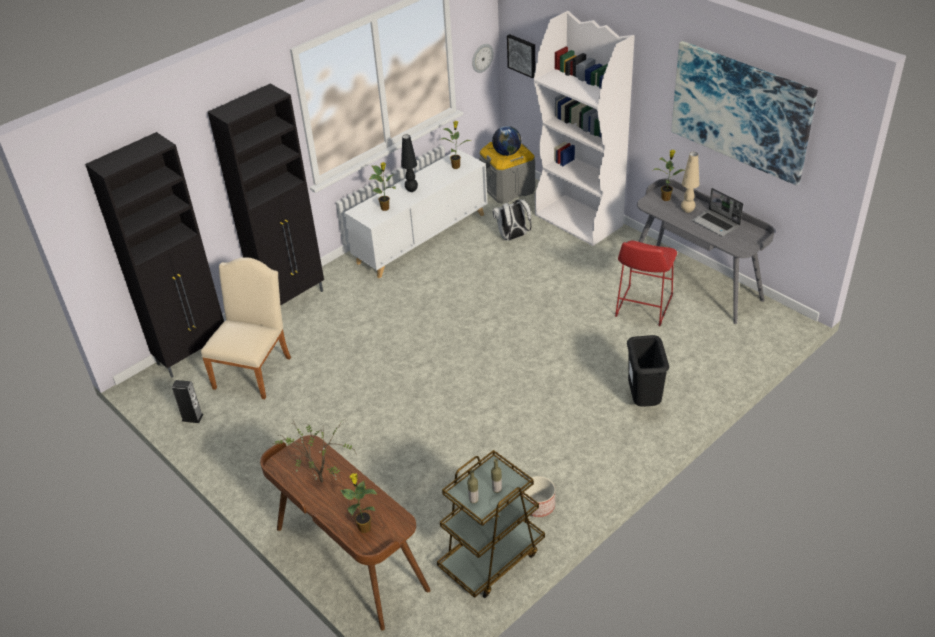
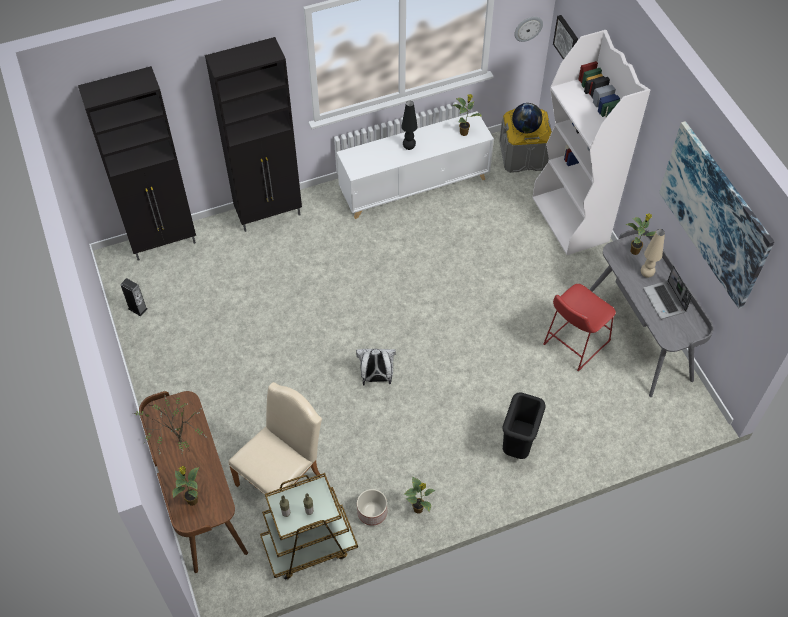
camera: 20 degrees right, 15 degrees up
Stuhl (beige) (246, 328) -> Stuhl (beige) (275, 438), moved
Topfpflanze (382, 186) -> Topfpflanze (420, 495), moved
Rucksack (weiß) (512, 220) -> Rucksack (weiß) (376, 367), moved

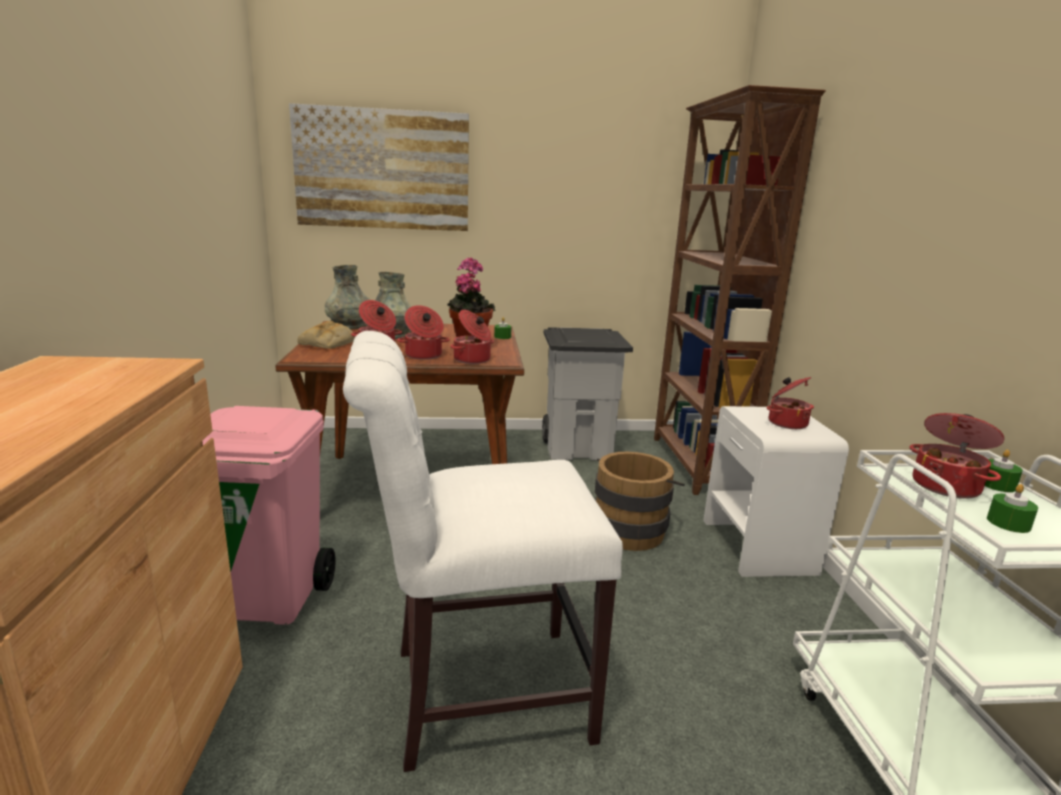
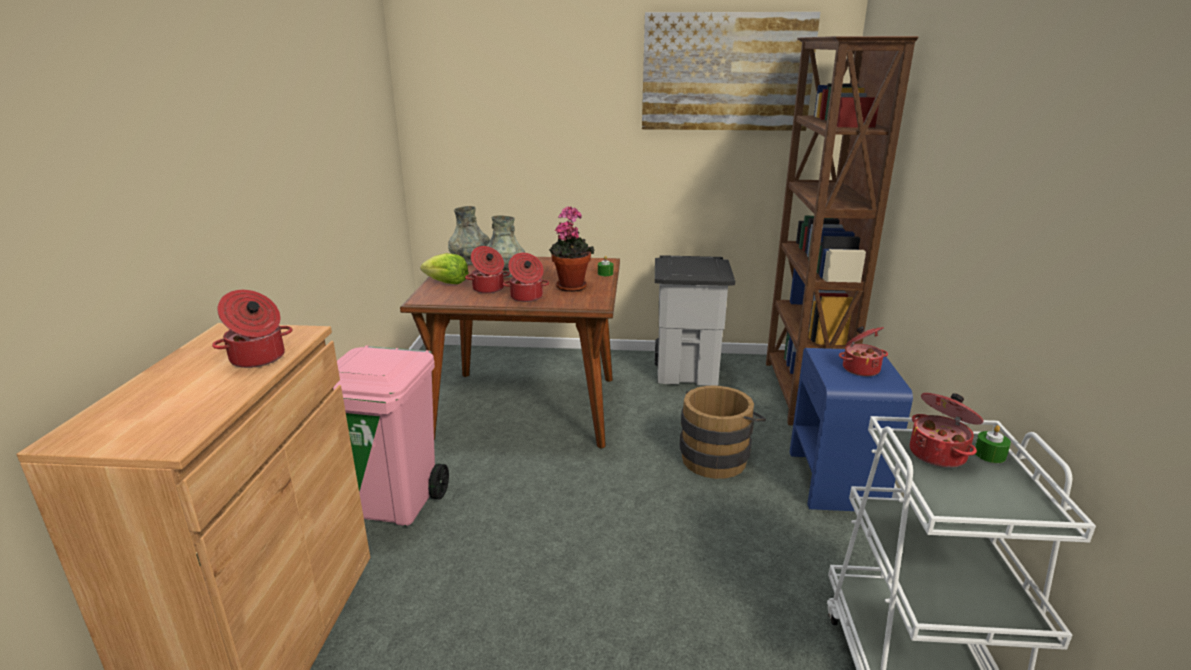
camera: 10 degrees right, 5 degrees up
Stuhl (weiß) (483, 551) -> none
Kerze (grün) (1012, 508) -> none
Bild (379, 167) -> Bild (731, 71), moved
Kochtopf (472, 337) -> Kochtopf (252, 329), moved
Brot (326, 335) -> Salatkopf (444, 268)
Nachttisch (weiß) (776, 491) -> Nachttisch (blau) (851, 429)

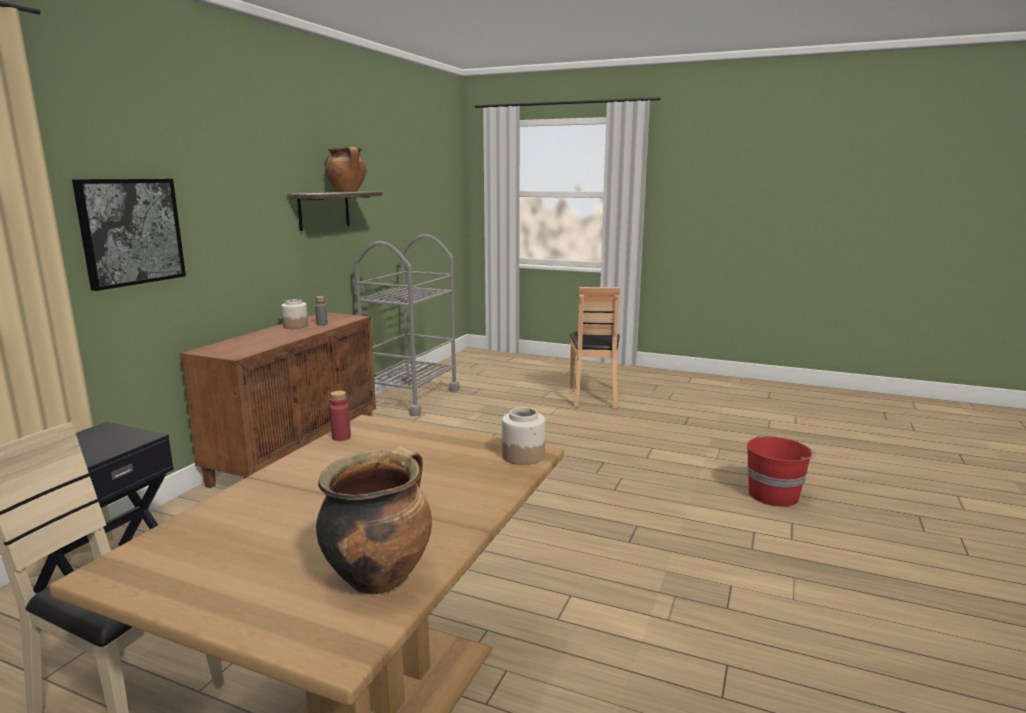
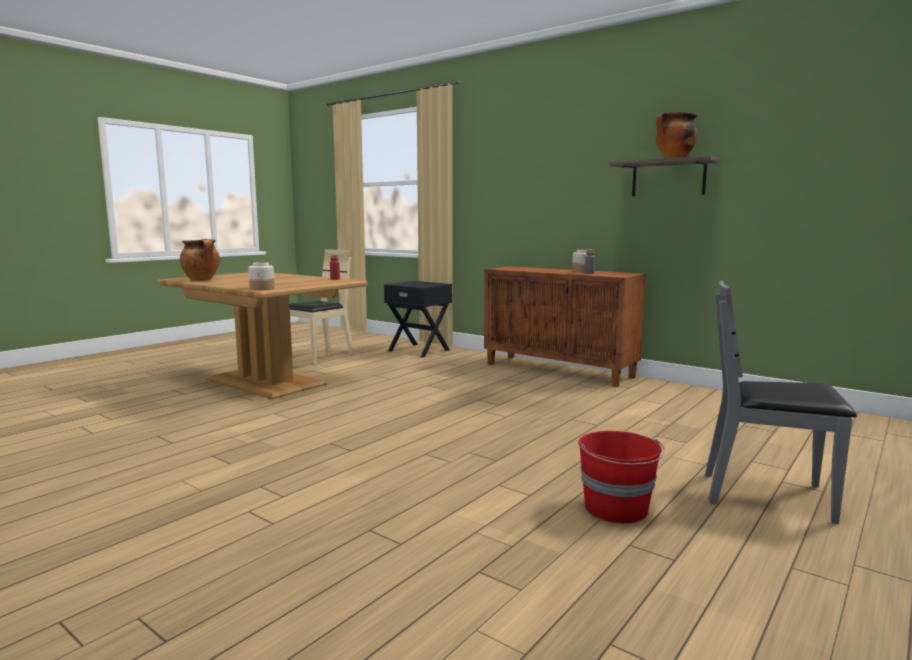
camera: 105 degrees right, 5 degrees down
Bild (129, 235) -> none
Rollwagen (grau) (407, 325) -> none
Eimer (rot) (781, 471) -> Eimer (rot) (621, 477), moved
Stuhl (braun) (595, 347) -> Stuhl (grau) (781, 402)

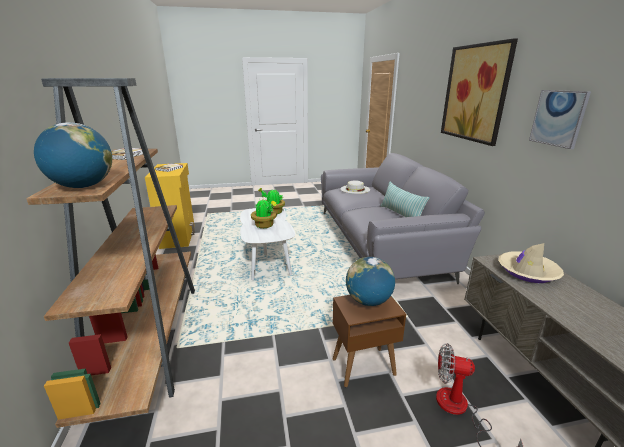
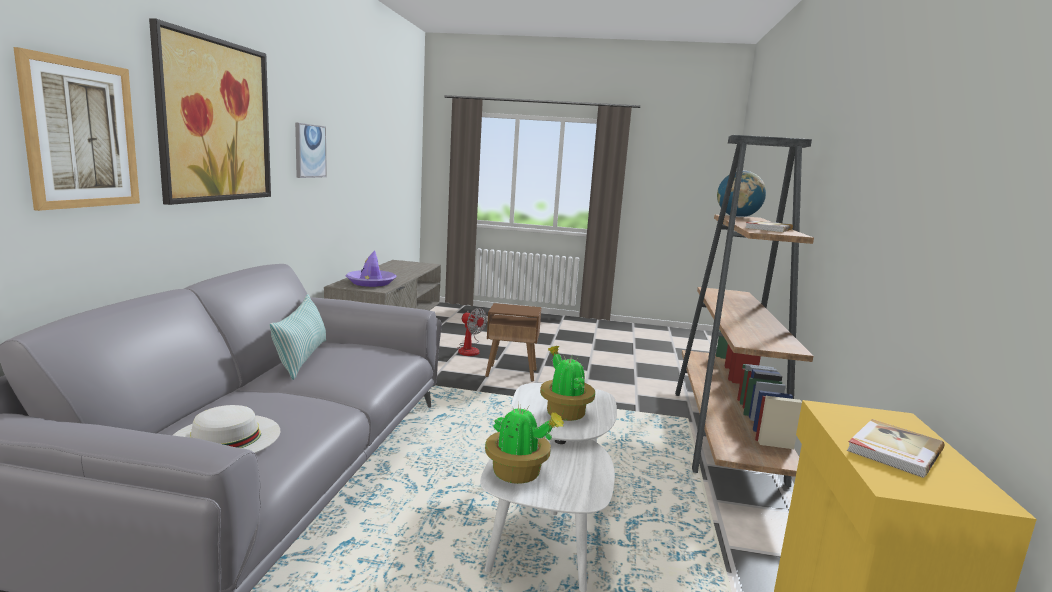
camera: 160 degrees left, 10 degrees down
Globus (370, 281) -> none
none -> Bild (76, 129)
Hut (beige) (531, 263) -> Hut (lila) (371, 268)

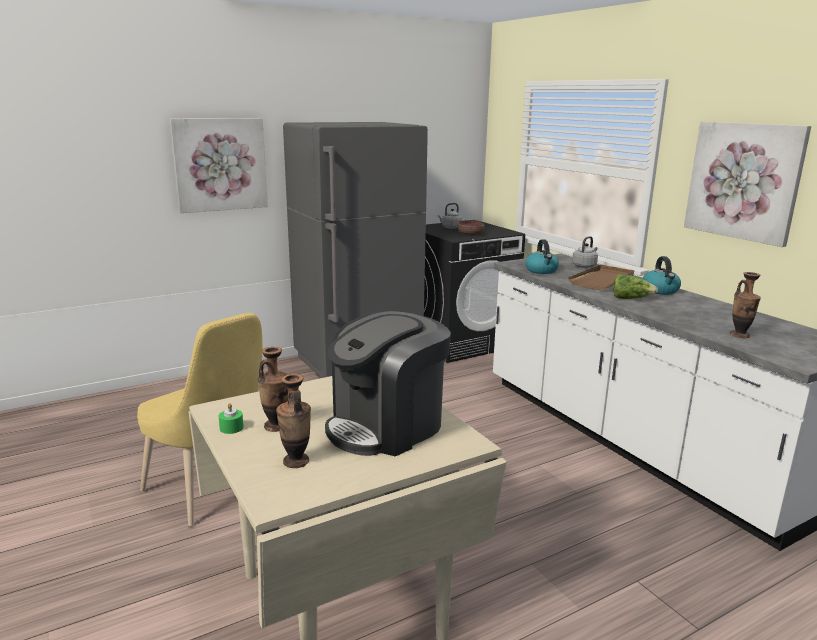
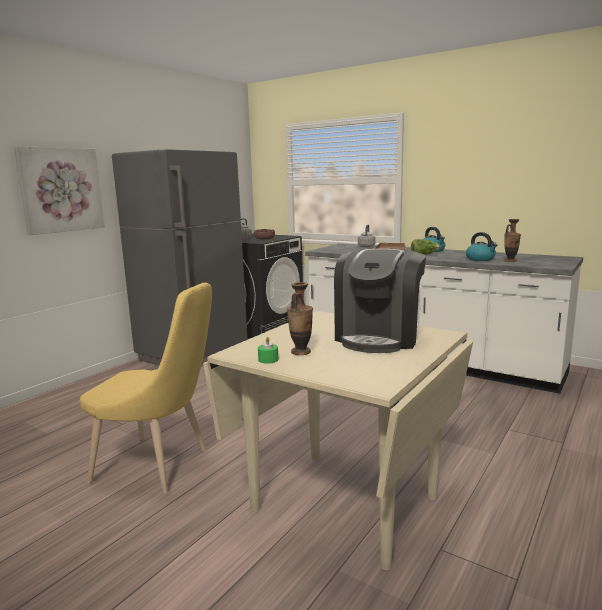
camera: 25 degrees left, 5 degrees down
Vase (293, 421) -> none
Bild (747, 184) -> none
Wasserkessel (542, 256) -> Wasserkessel (481, 246), moved

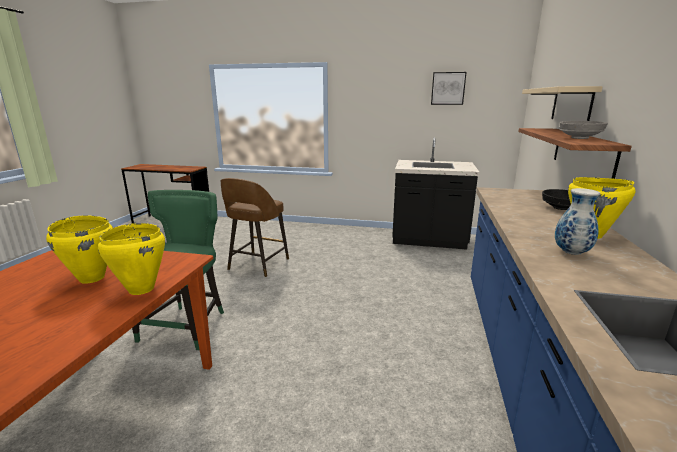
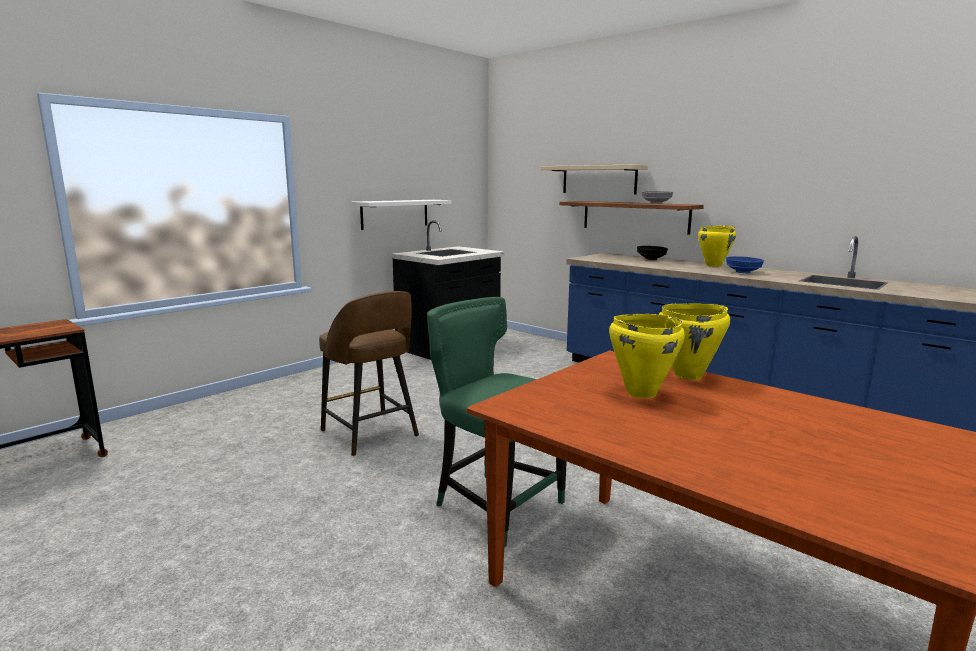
camera: 60 degrees left, 5 degrees down
Bild (448, 88) -> none
none -> Wandregal (weiß) (401, 215)
Vase (577, 221) -> Schüssel (blau) (745, 264)

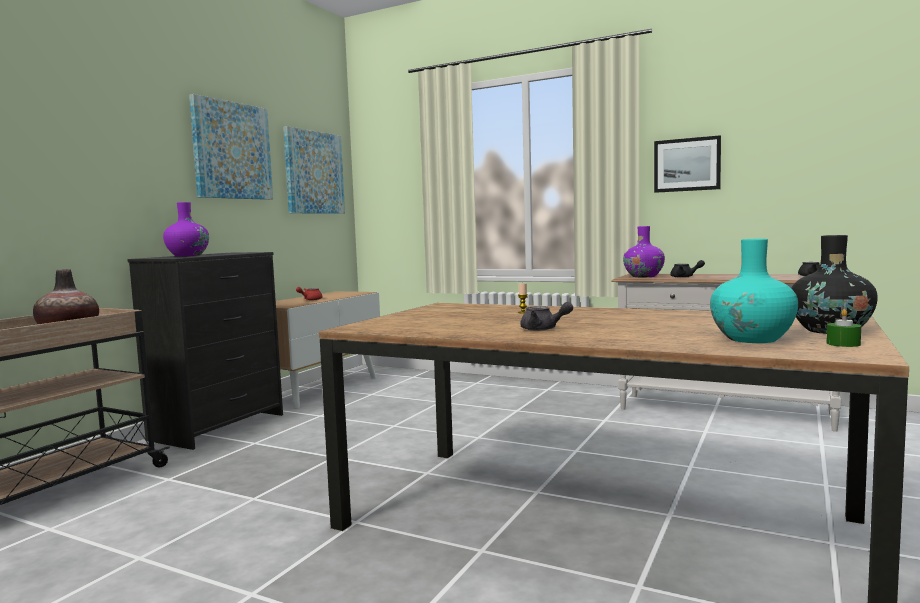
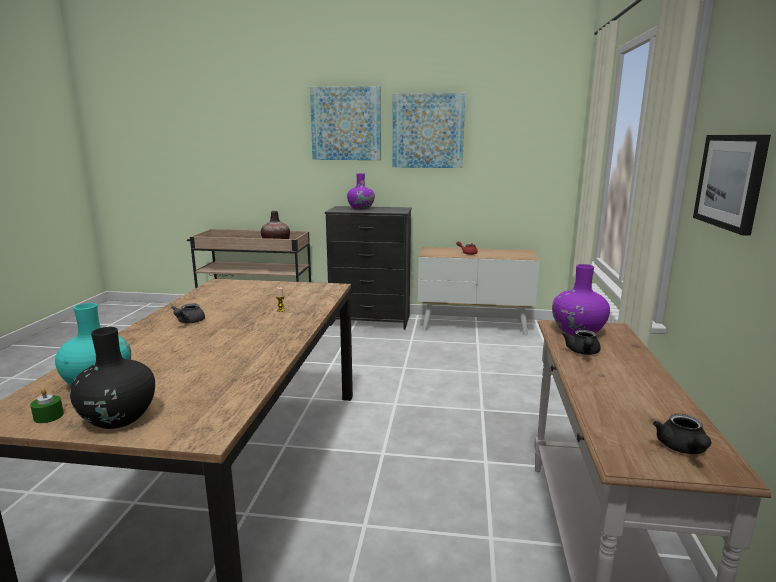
camera: 70 degrees right, 10 degrees up
Bild (314, 170) -> Bild (345, 123), moved

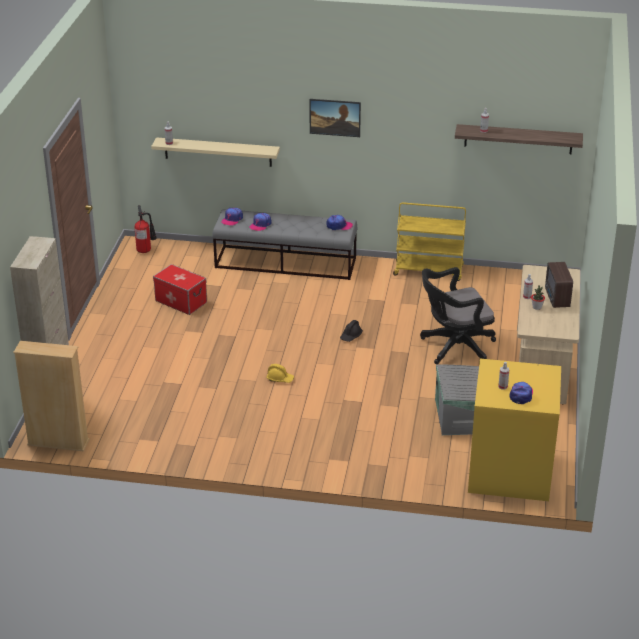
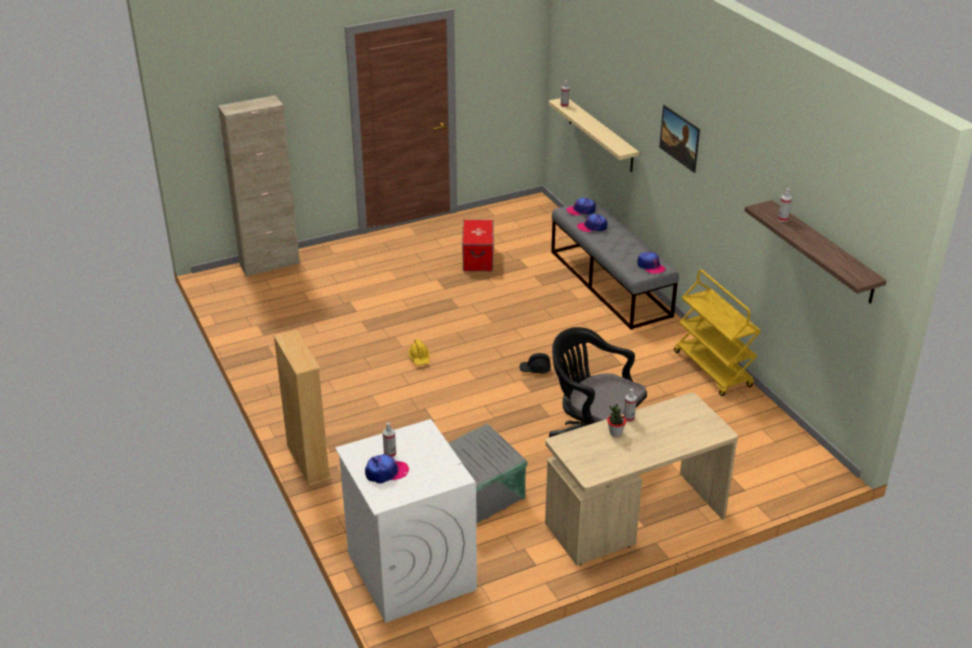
camera: 55 degrees right, 0 degrees up
Feuerlöscher (146, 229) -> none
Radio (559, 285) -> none
Bücherregal (beige) (51, 396) -> Bücherregal (beige) (302, 408), moved
Waschmaschine (gelb) (514, 429) -> Waschmaschine (weiß) (406, 521)

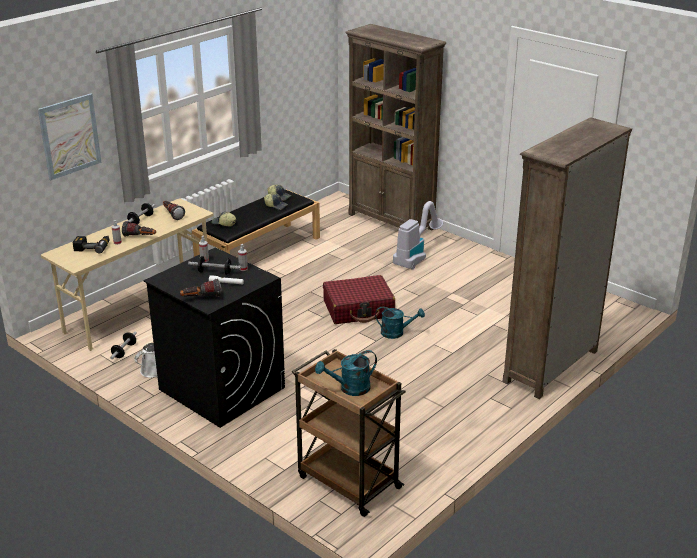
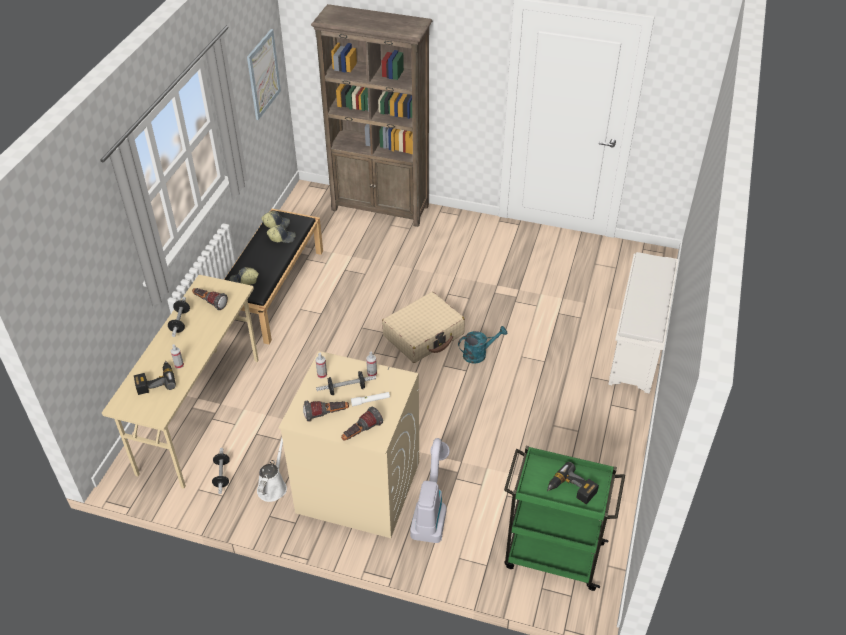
camera: 25 degrees left, 15 degrees up
Bild (70, 136) -> Bild (264, 74), moved
Taschenlampe (139, 229) -> Taschenlampe (326, 411), moved
Staubsauger (418, 235) -> Staubsauger (430, 490), moved
Gießkanne (türkis) (346, 373) -> Bohrmaschine (573, 483)
Bücherregal (braun) (567, 258) -> Schuhregal (weiß) (643, 323)
Waschmaschine (schwarz) (214, 337) -> Waschmaschine (beige) (348, 444)
Rollwagen (braun) (349, 433) -> Rollwagen (grün) (564, 518)
Koffer (rot) (359, 299) -> Koffer (beige) (423, 327)

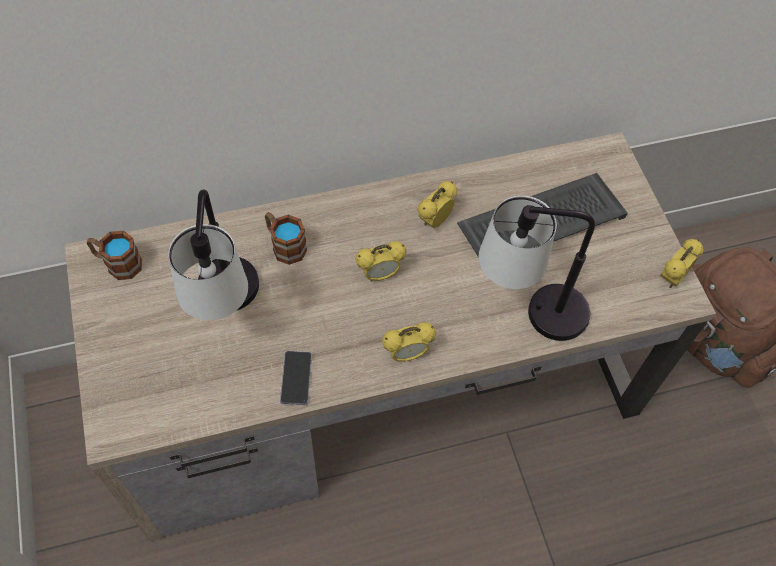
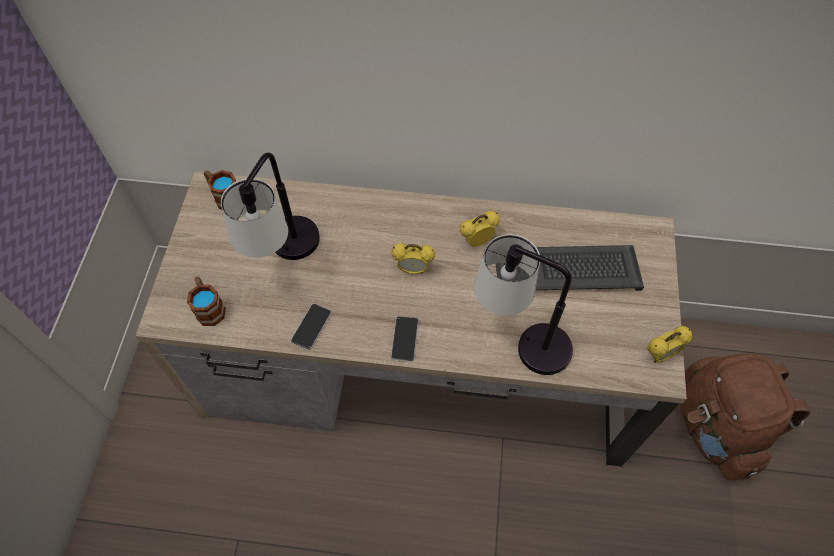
camera: 25 degrees right, 0 degrees up
Henkelbecher (286, 238) -> Henkelbecher (206, 301), moved
Wecker (409, 342) -> Handy (405, 339)

